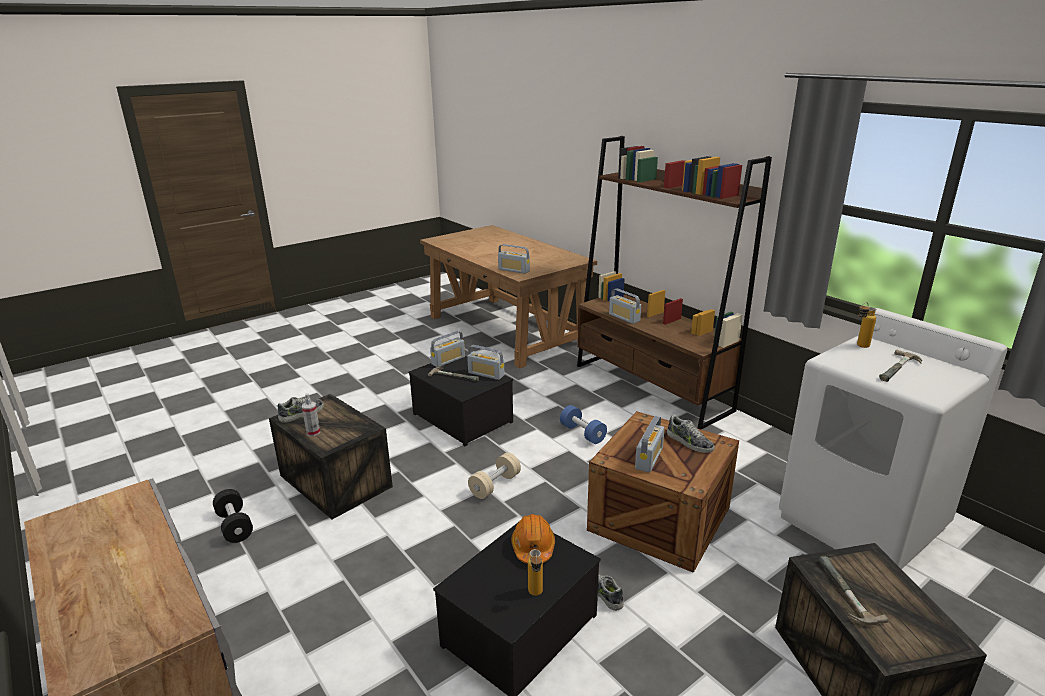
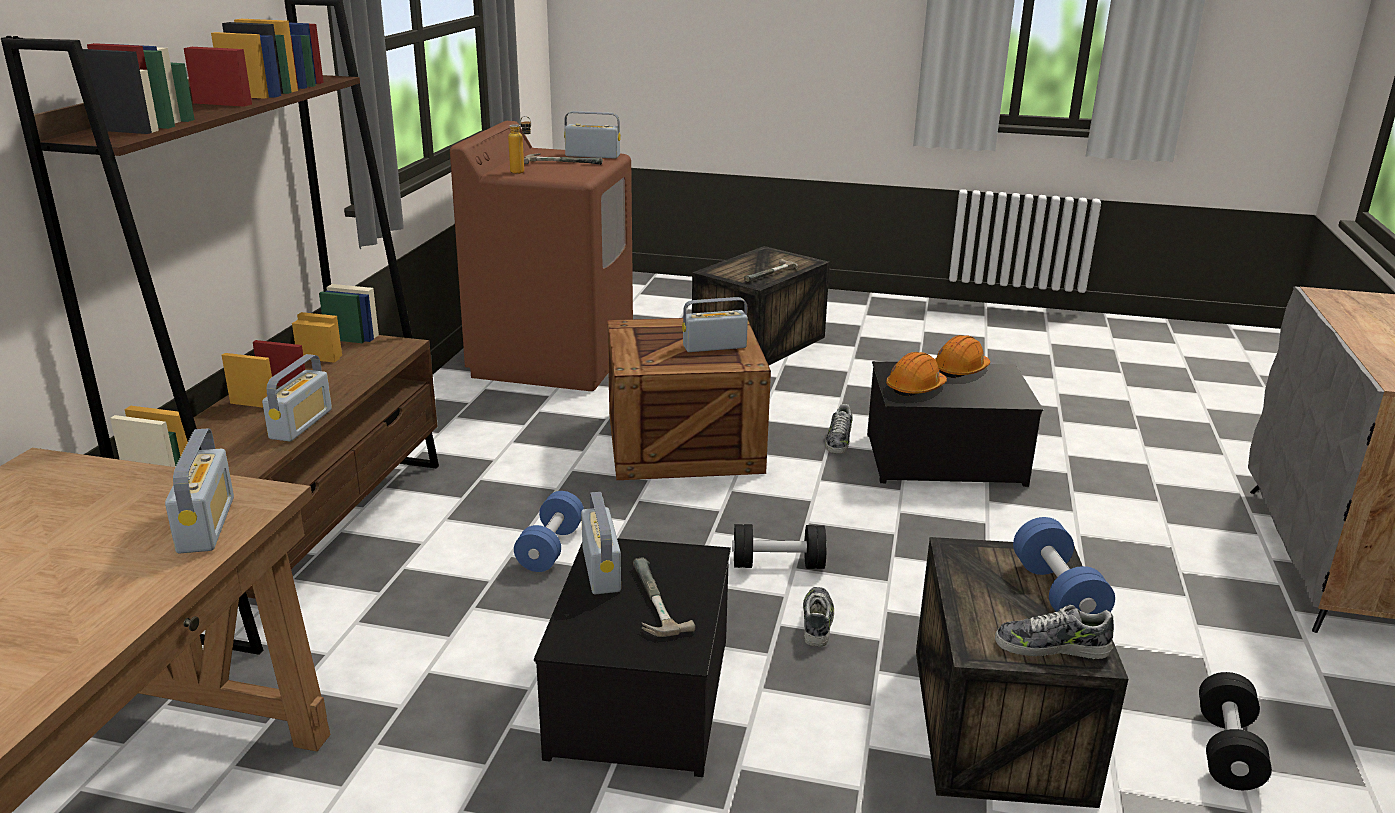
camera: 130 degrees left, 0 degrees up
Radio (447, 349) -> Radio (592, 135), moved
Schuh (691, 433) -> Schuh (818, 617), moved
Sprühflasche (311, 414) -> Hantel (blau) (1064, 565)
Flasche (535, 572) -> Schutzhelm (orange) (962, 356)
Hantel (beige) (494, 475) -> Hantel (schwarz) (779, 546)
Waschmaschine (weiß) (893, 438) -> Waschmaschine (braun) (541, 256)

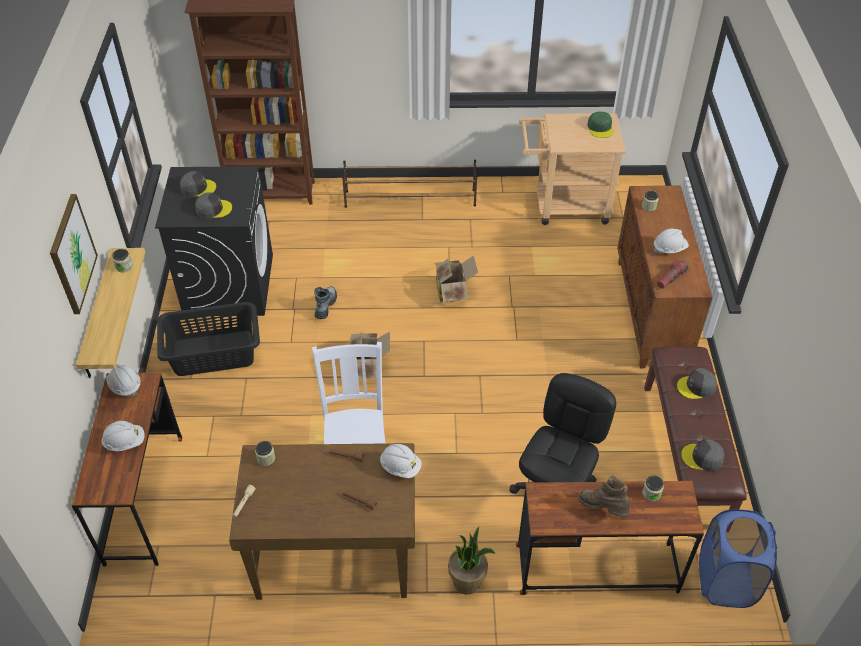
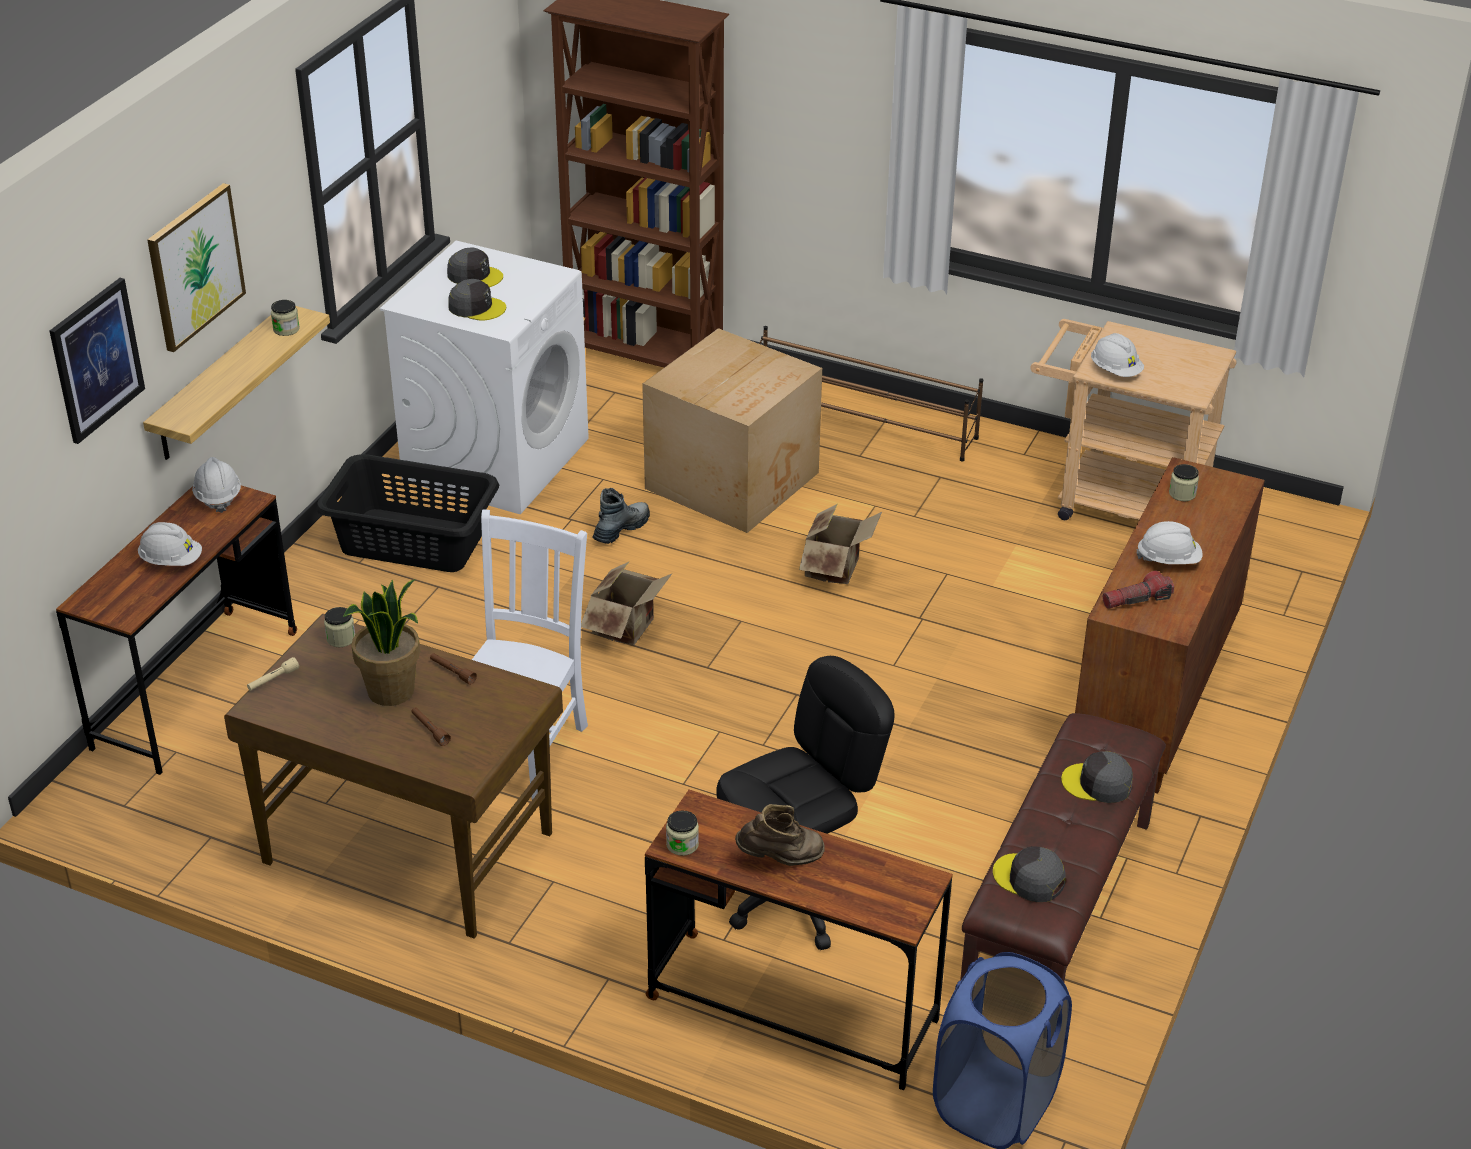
camera: 25 degrees right, 10 degrees down
Kappe (grün) (600, 125) -> none
none -> Bild (97, 361)
none -> Karton (732, 430)
Schutzhelm (weiß) (401, 461) -> Schutzhelm (weiß) (1117, 355), moved
Topfpflanze (471, 561) -> Topfpflanze (381, 642), moved
Vorratsglas (653, 488) -> Vorratsglas (682, 833), moved
Waschmaschine (schwarz) (214, 241) -> Waschmaschine (weiß) (484, 377)
Stiefel (braun) (604, 496) -> Stiefel (braun) (780, 835), 105 degrees clockwise

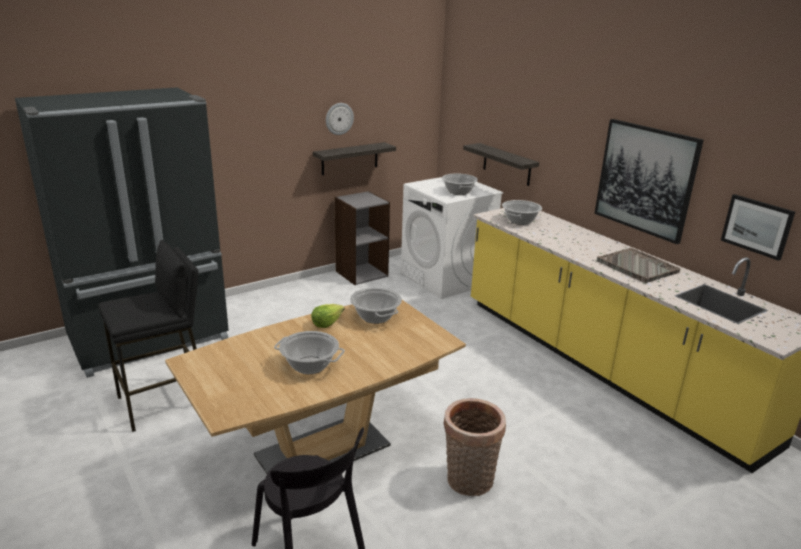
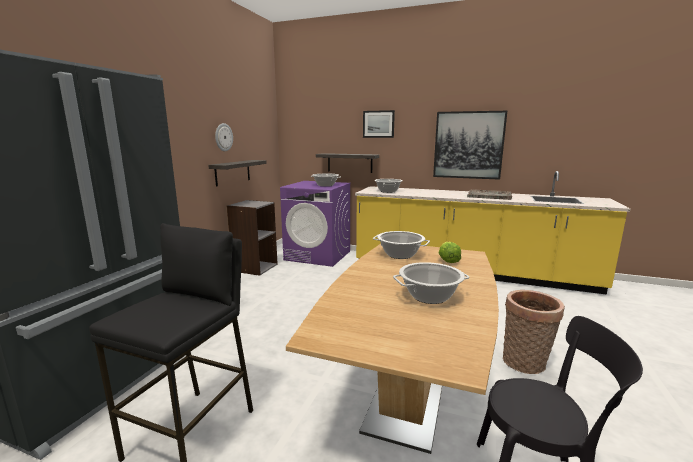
camera: 35 degrees left, 10 degrees down
Salatkopf (328, 316) -> Salatkopf (449, 252), moved
Bild (758, 227) -> Bild (379, 124), moved
Waschmaschine (weiß) (452, 238) -> Waschmaschine (lila) (315, 224)

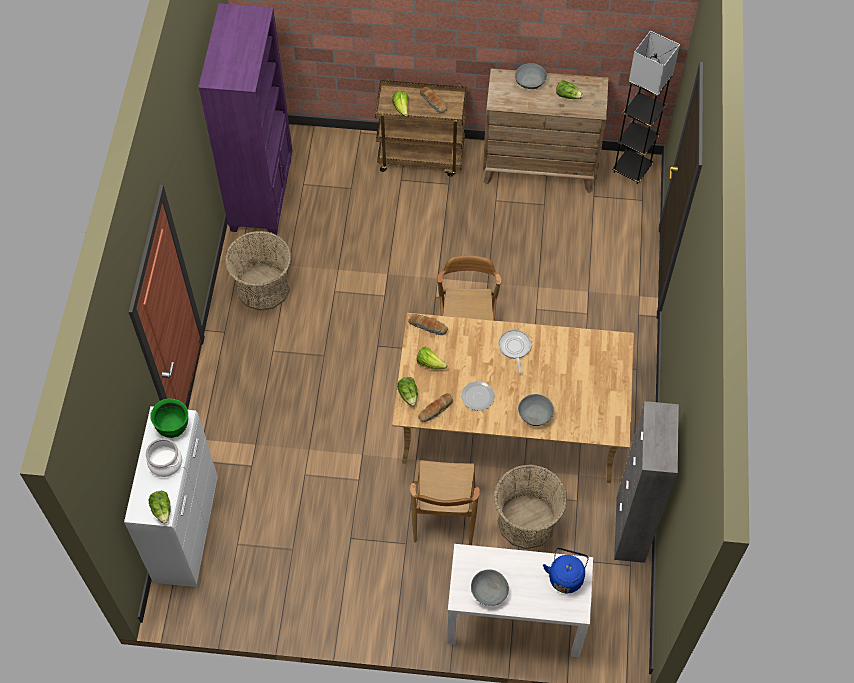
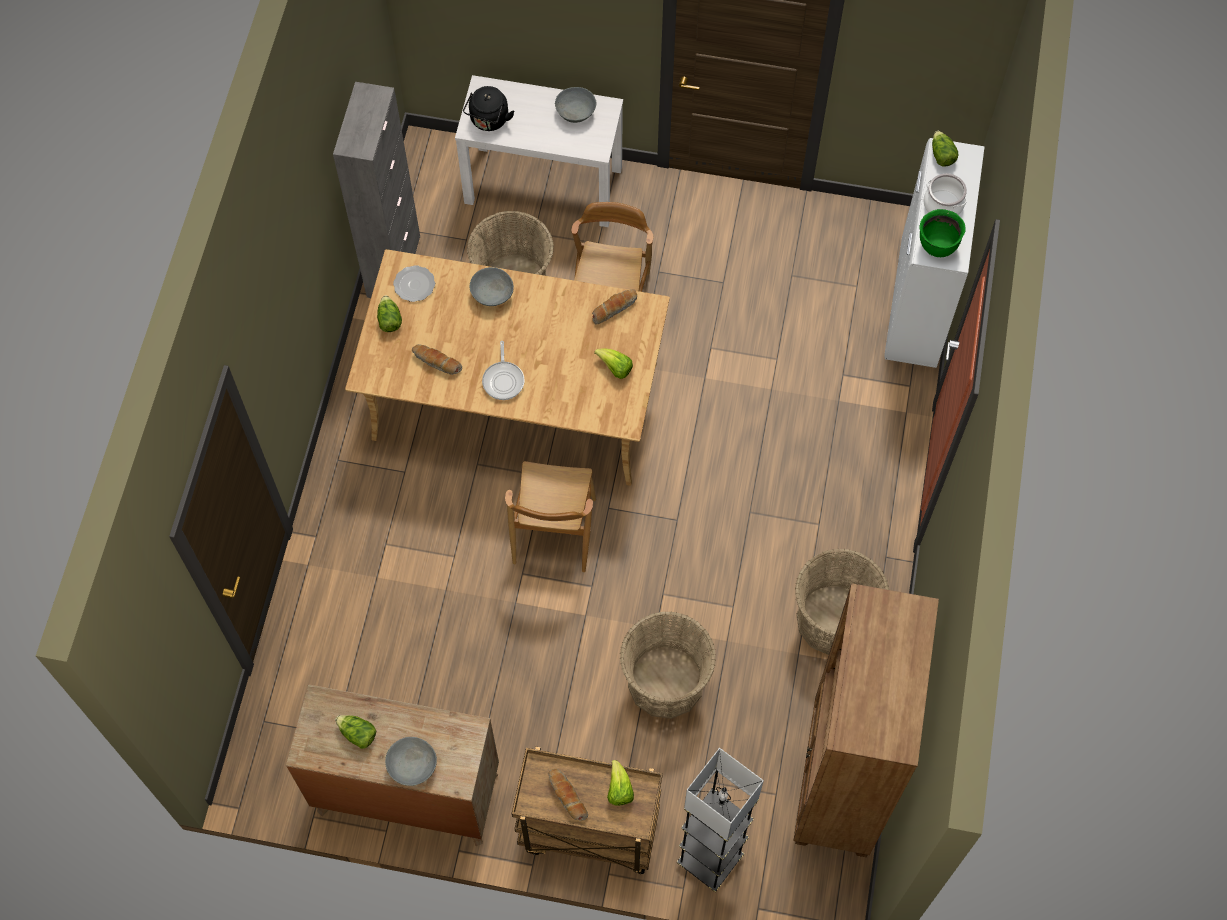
camera: 175 degrees left, 5 degrees up
none -> Korb (668, 665)
Salatkopf (407, 391) -> Salatkopf (389, 314), moved
Brot (428, 324) -> Brot (437, 359), moved
Teller (478, 396) -> Teller (414, 283), moved
Stehlampe (grau) (646, 107) -> Stehlampe (grau) (720, 820), moved
Bücherregal (lila) (245, 119) -> Bücherregal (braun) (866, 720)
Wasserkessel (blau) (566, 570) -> Wasserkessel (schwarz) (489, 108)

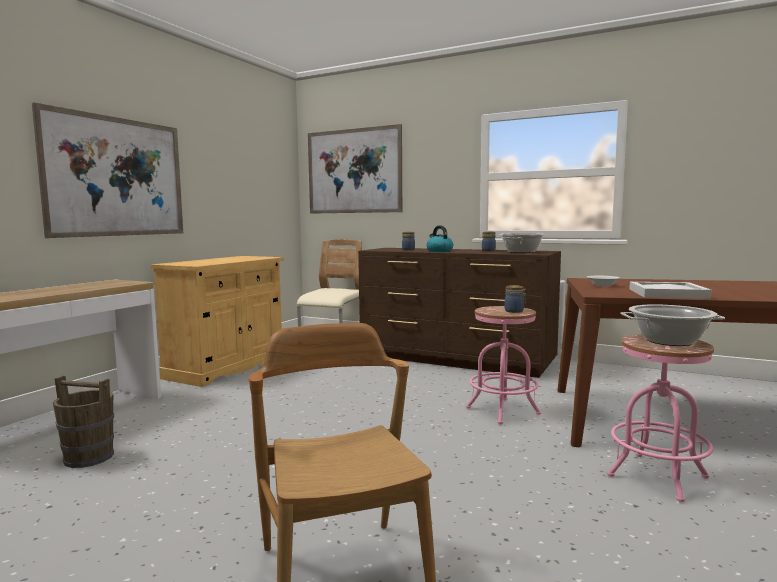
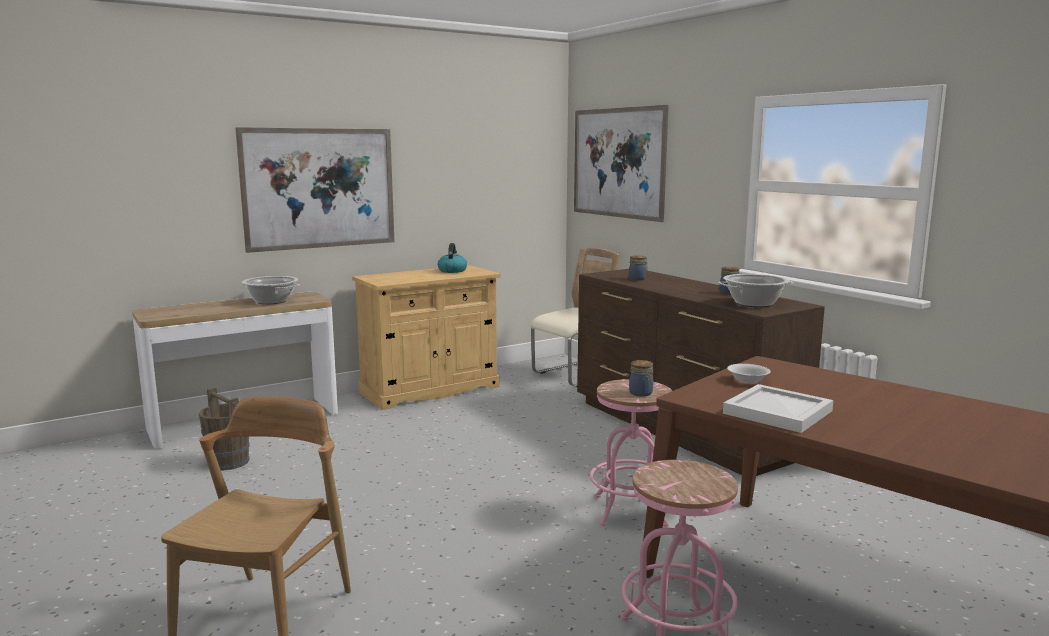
camera: 30 degrees right, 5 degrees up
Wasserkessel (439, 238) -> Wasserkessel (452, 258), moved
Kochtopf (672, 325) -> Kochtopf (270, 290), moved

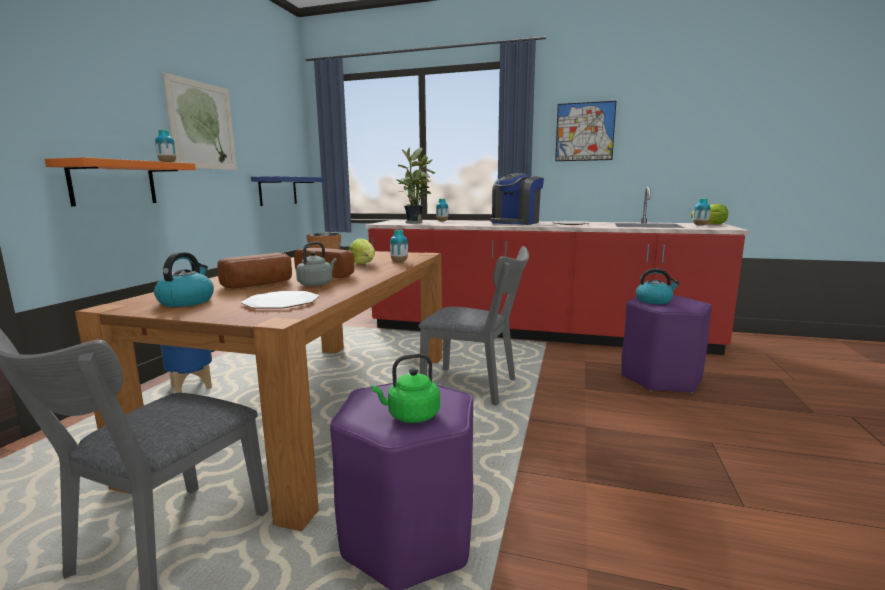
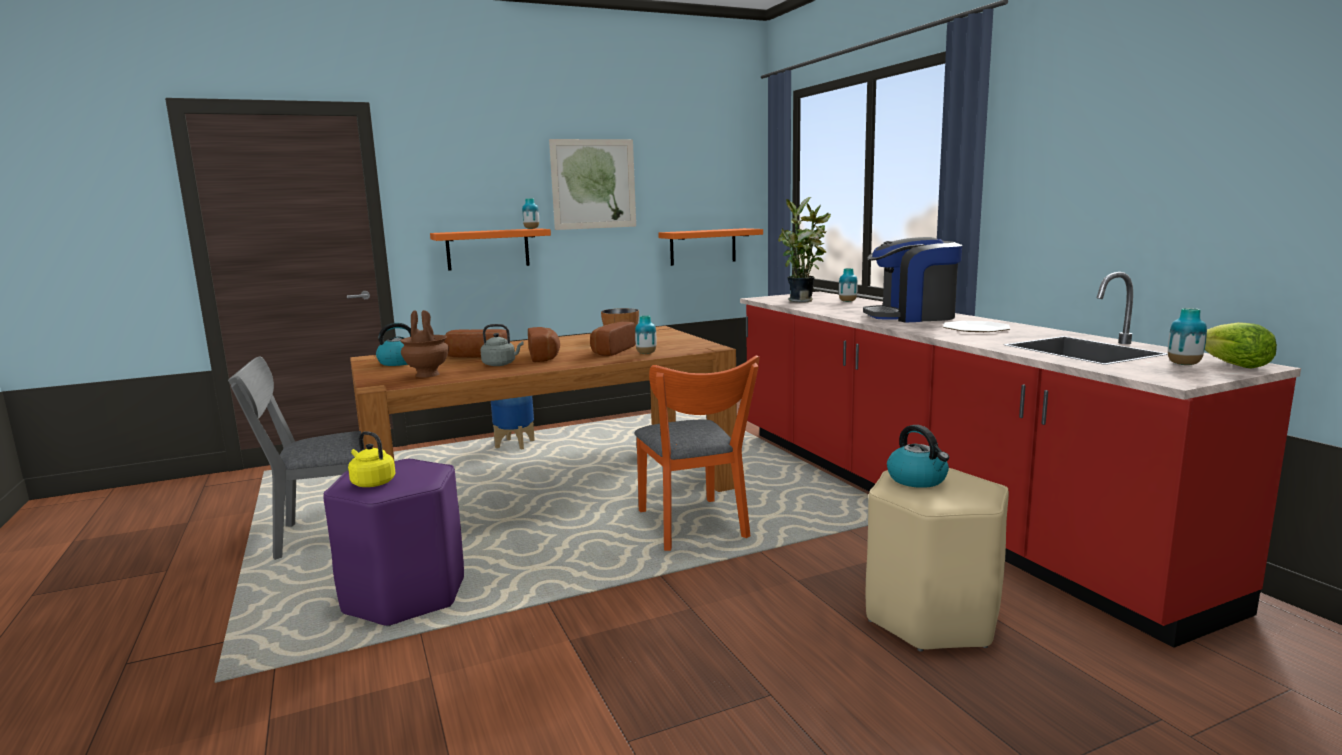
camera: 50 degrees right, 0 degrees up
Bild (585, 131) -> none
Teller (280, 300) -> Vase (braun) (424, 344)
Salatkopf (362, 251) -> Brot (613, 339)
Wandregal (blau) (287, 191) -> Wandregal (orange) (710, 247)
Wasserkessel (grün) (405, 388) -> Wasserkessel (gelb) (372, 459)
Stuhl (grau) (474, 326) -> Stuhl (orange) (697, 453)
Hocker (lila) (666, 344) -> Hocker (beige) (937, 560)

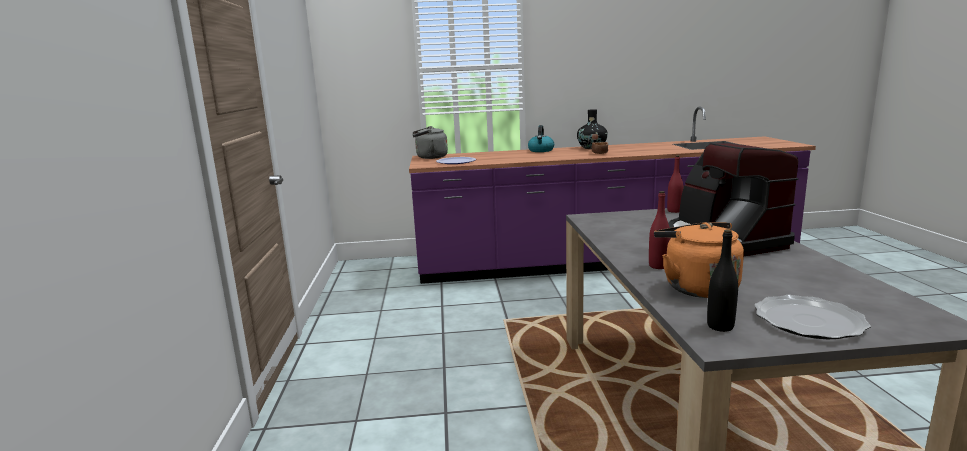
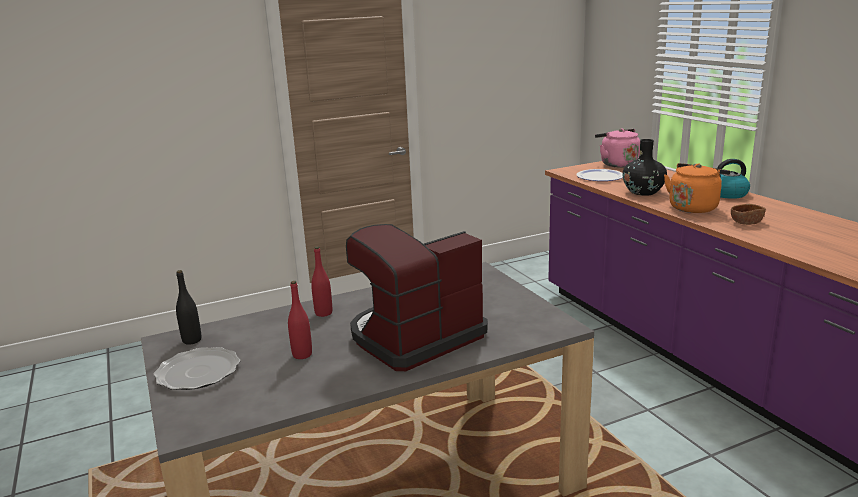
camera: 70 degrees right, 5 degrees up
Vase (schwarz) (592, 129) -> Vase (schwarz) (645, 167), moved
Wasserkessel (orange) (699, 260) -> Wasserkessel (orange) (697, 188), moved
Flasche (rot) (675, 184) -> Flasche (rot) (300, 320), moved
Wasserkessel (grau) (430, 142) -> Wasserkessel (rosa) (617, 148)

